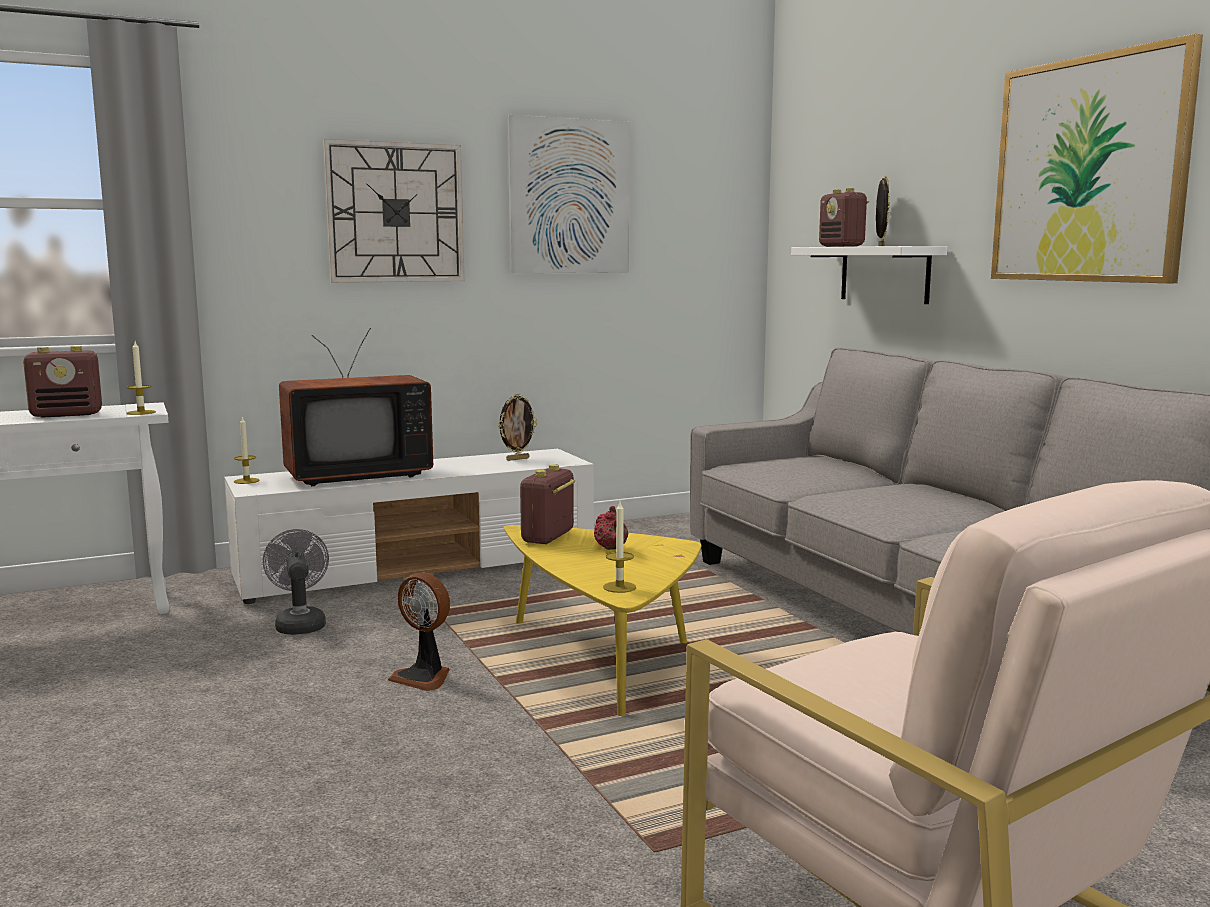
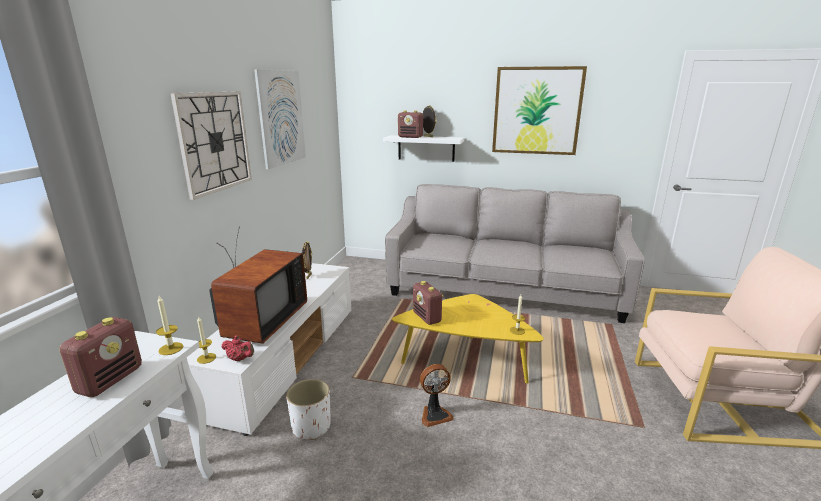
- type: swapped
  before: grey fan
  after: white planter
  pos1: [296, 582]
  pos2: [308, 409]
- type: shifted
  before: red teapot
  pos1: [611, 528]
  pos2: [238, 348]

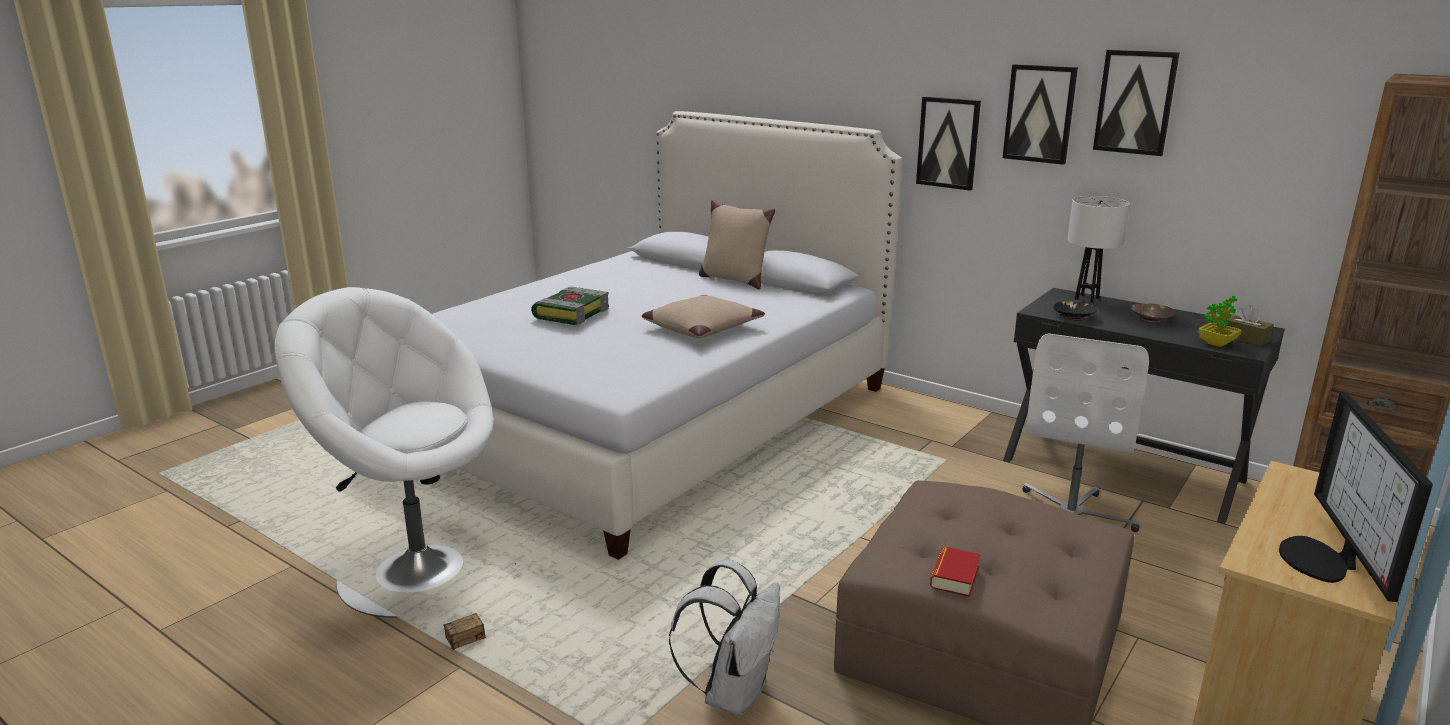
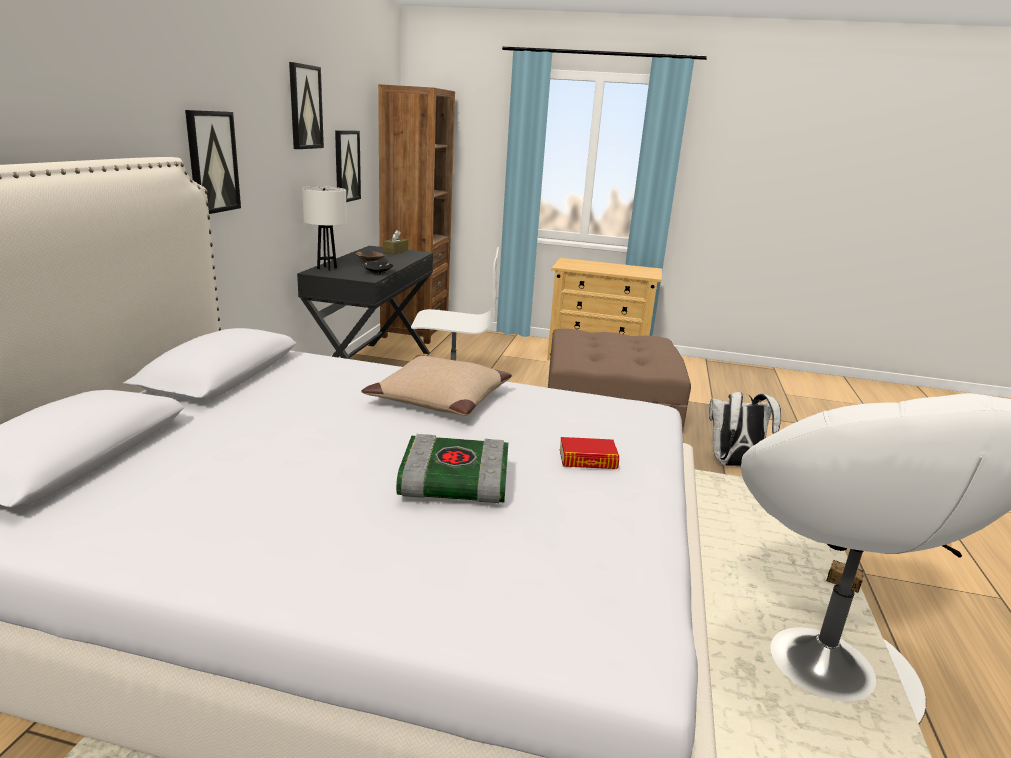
- type: gone
  before: beige pillow
  pos1: [737, 244]
- type: shifted
  before: book
  pos1: [955, 572]
  pos2: [589, 453]
- type: shifted
  before: picture
  pos1: [1040, 114]
  pos2: [348, 166]
- type: gone
  before: potted plant
  pos1: [1220, 321]
- type: gone
  before: monitor
  pos1: [1356, 497]

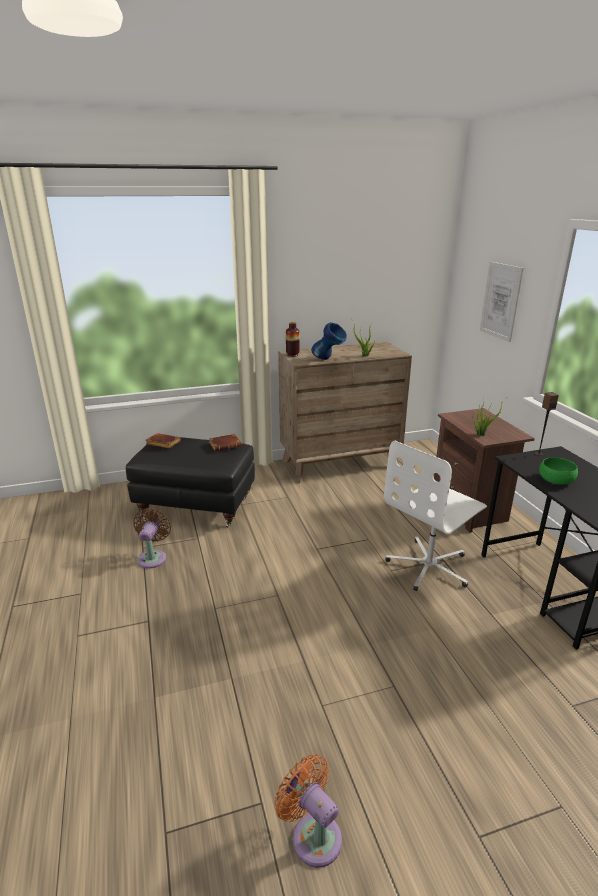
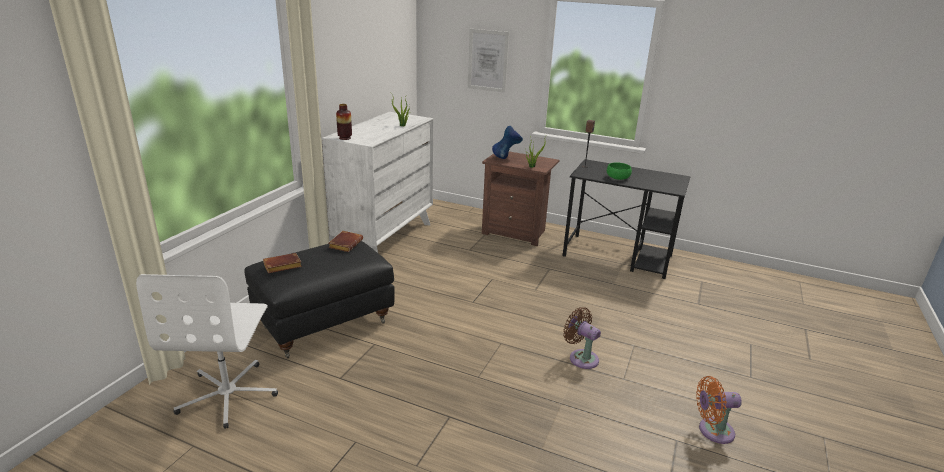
- type: shifted
  before: brown fan
  pos1: [152, 538]
  pos2: [582, 338]
- type: repainted
  before: brown dresser
  after: white dresser
  pos1: [345, 412]
  pos2: [378, 182]
- type: shifted
  before: blue vase
  pos1: [329, 341]
  pos2: [507, 142]
- type: shifted
  before: white office chair
  pos1: [435, 516]
  pos2: [207, 351]

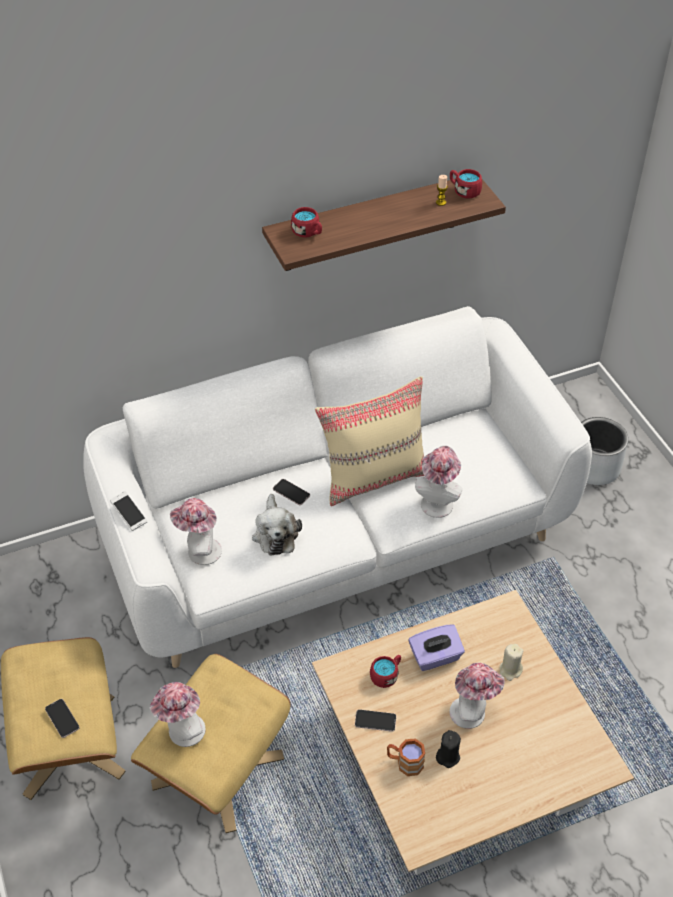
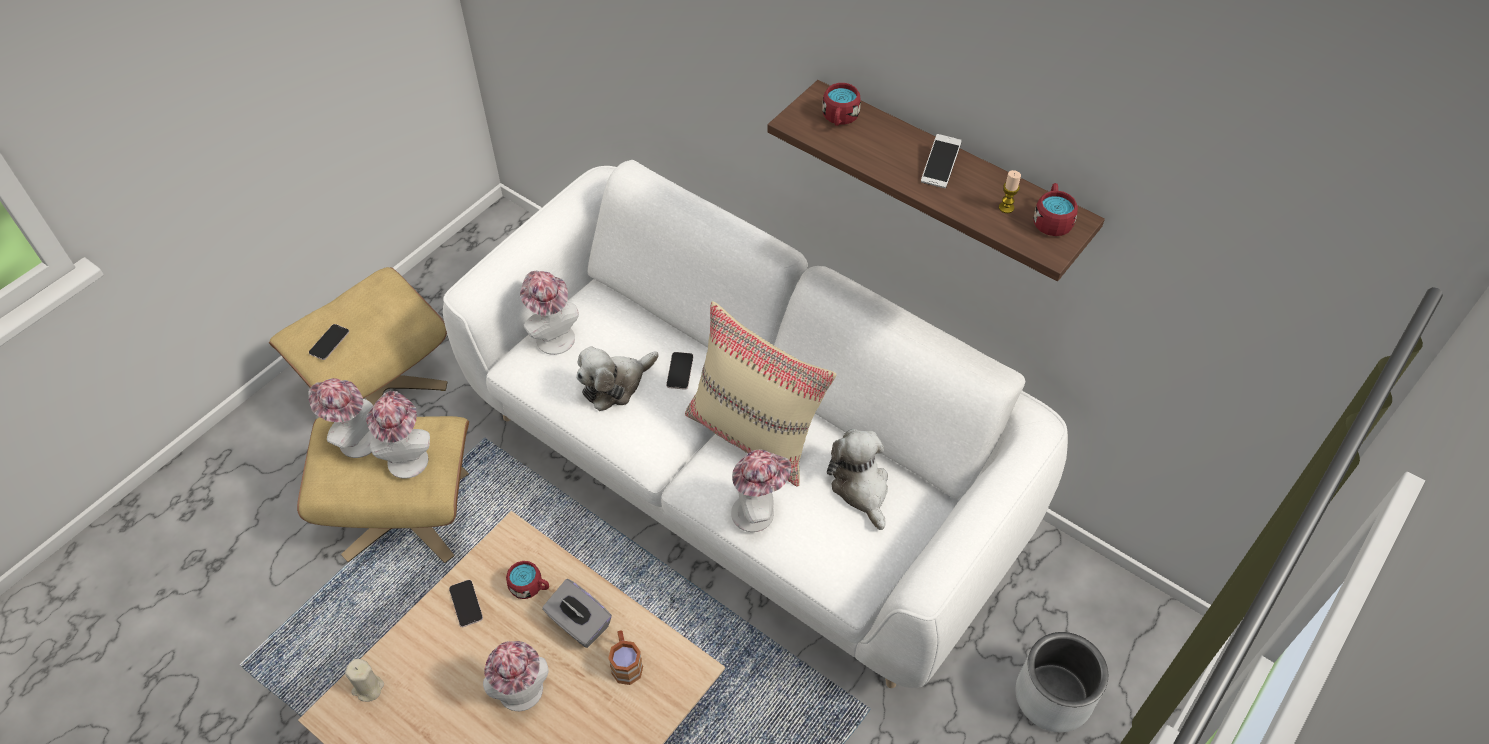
- type: shifted
  before: phone
  pos1: [129, 511]
  pos2: [941, 161]
- type: shifted
  before: brown mug
  pos1: [406, 757]
  pos2: [625, 657]
- type: repainted
  before: purple tissue box
  after: grey tissue box
  pos1: [437, 647]
  pos2: [577, 613]
- type: gone
  before: black candle
  pos1: [448, 749]
- type: shifted
  before: beige candle
  pos1: [511, 662]
  pos2: [364, 680]
- type: new
  after: hat
  pos2: [398, 435]
- type: new
  after: plush toy
  pos2: [857, 479]

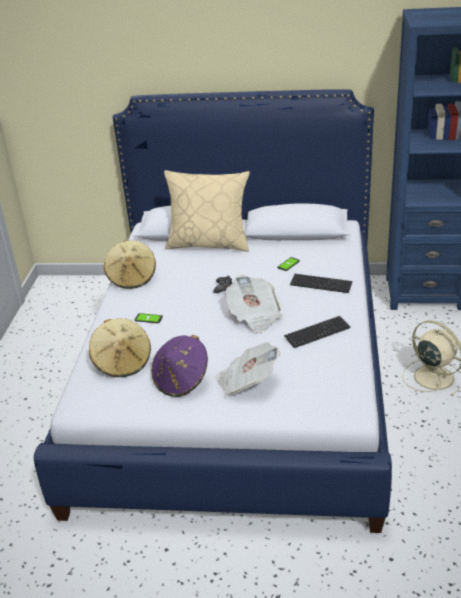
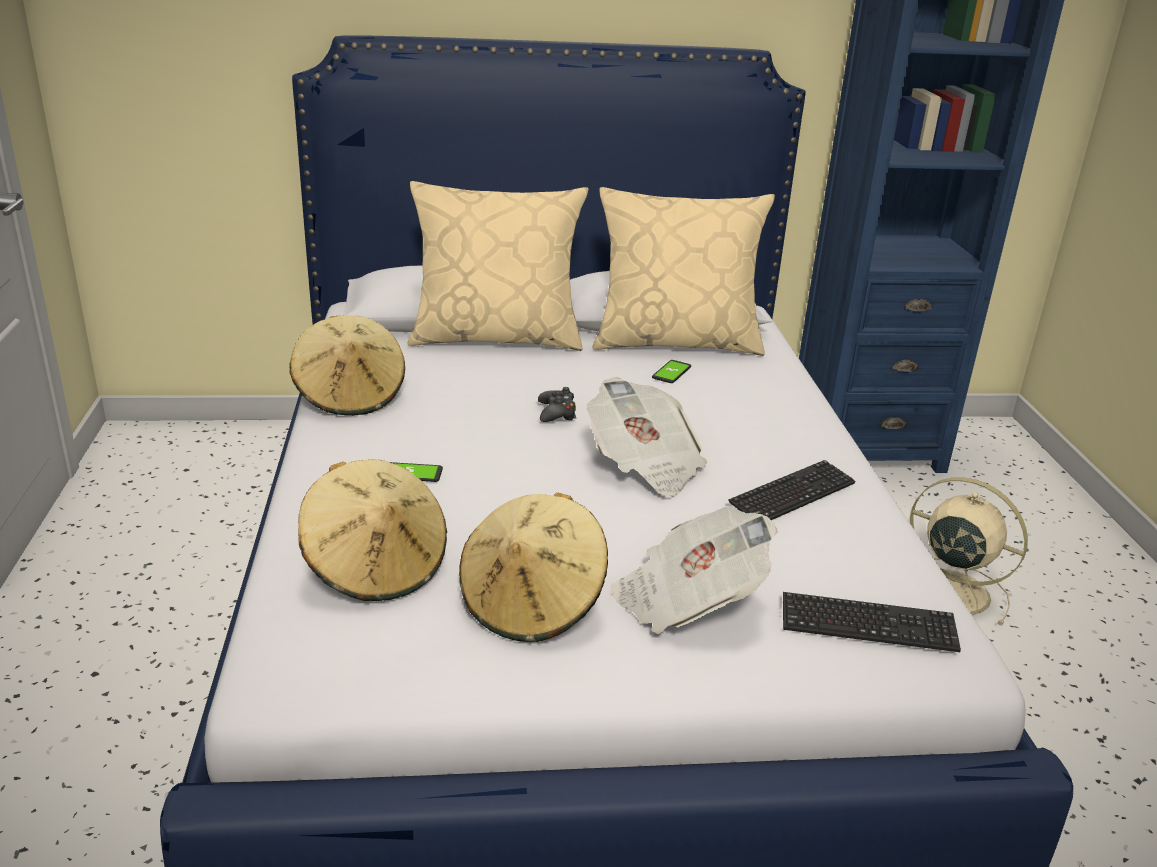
- type: repainted
  before: purple hat
  after: beige hat
  pos1: [180, 366]
  pos2: [533, 567]
- type: shifted
  before: keyboard
  pos1: [321, 283]
  pos2: [872, 622]
- type: new
  after: beige pillow
  pos2: [684, 271]

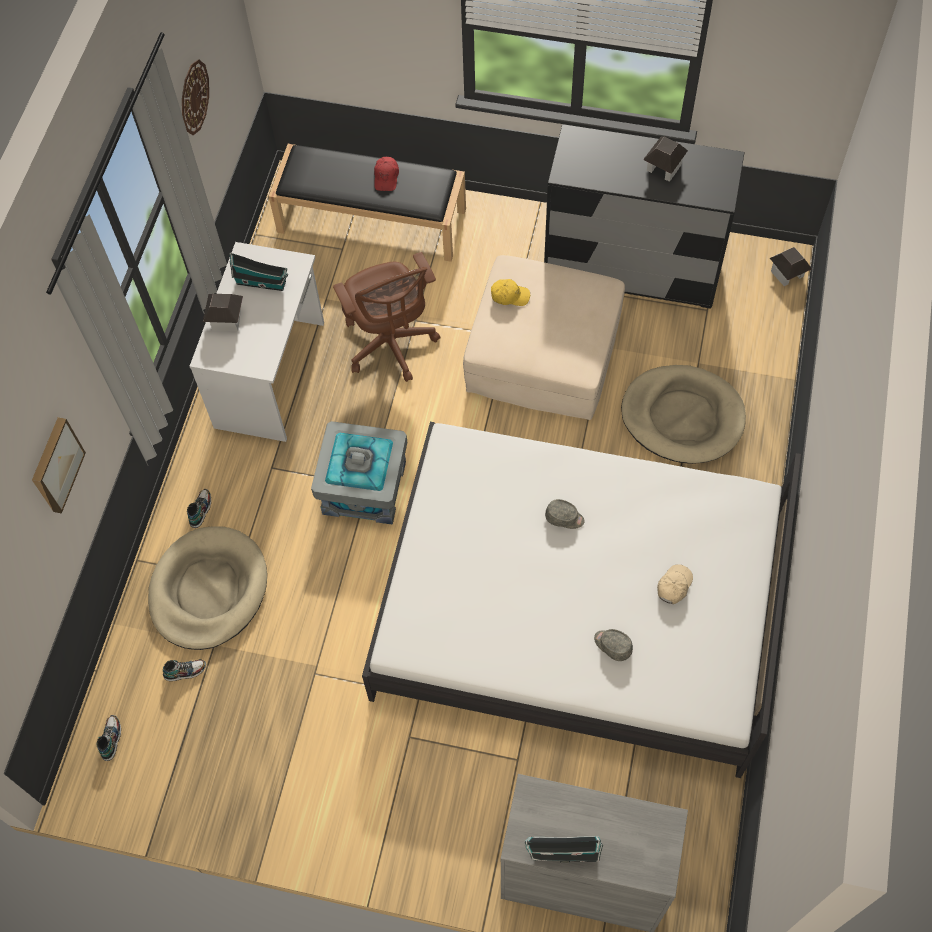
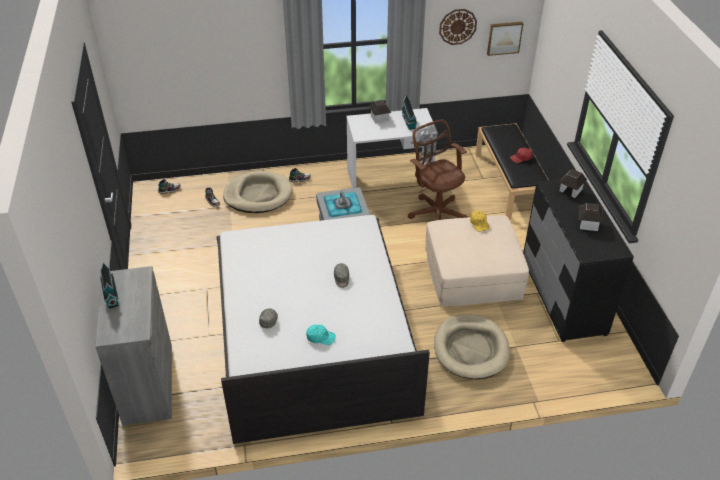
- type: shifted
  before: picture
  pos1: [59, 465]
  pos2: [505, 39]
- type: rotated
  before: brown office chair
  pos1: [387, 317]
  pos2: [438, 170]
  turn: 105
- type: repainted
  before: beige cap
  after: turquoise cap
  pos1: [675, 584]
  pos2: [321, 335]
- type: shifted
  before: toy house
  pos1: [791, 266]
  pos2: [573, 183]

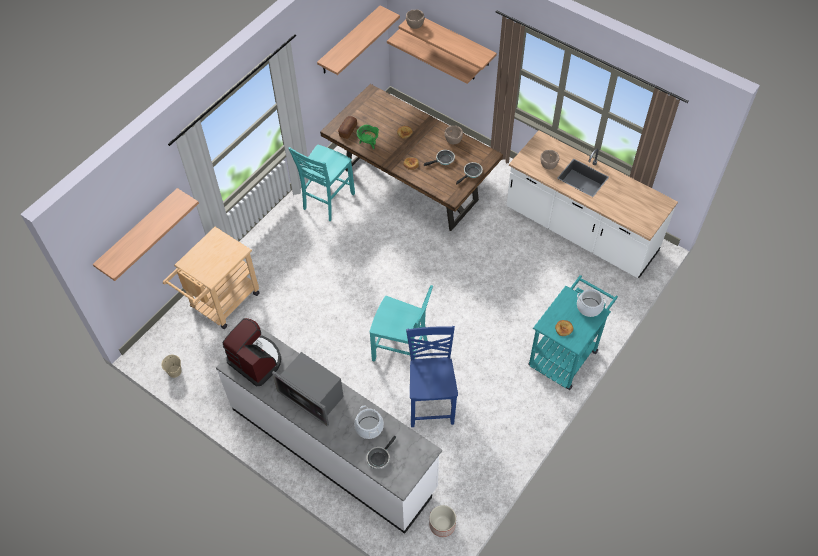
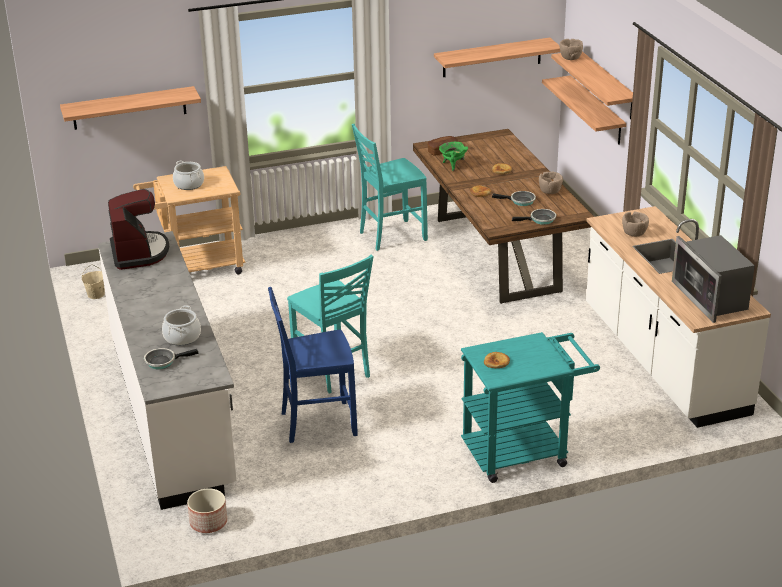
- type: shifted
  before: microwave
  pos1: [308, 389]
  pos2: [713, 279]
- type: rotated
  before: blue chair
  pos1: [432, 376]
  pos2: [313, 365]
  turn: -135
- type: shifted
  before: cooking pot
  pos1: [592, 303]
  pos2: [188, 175]

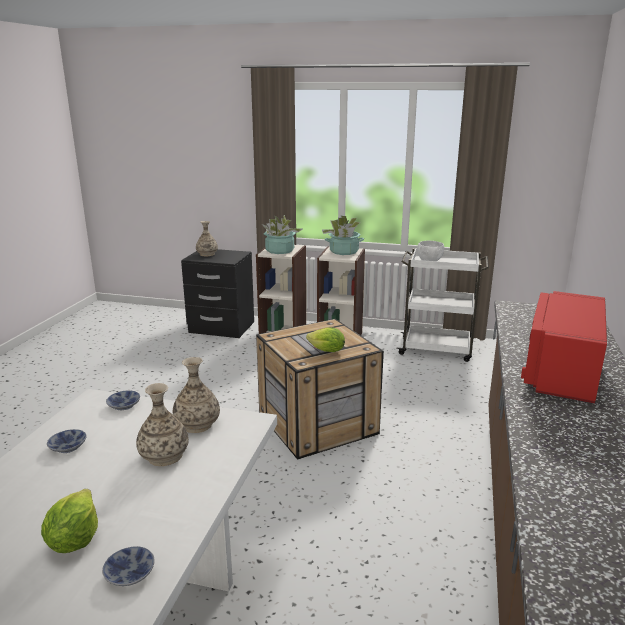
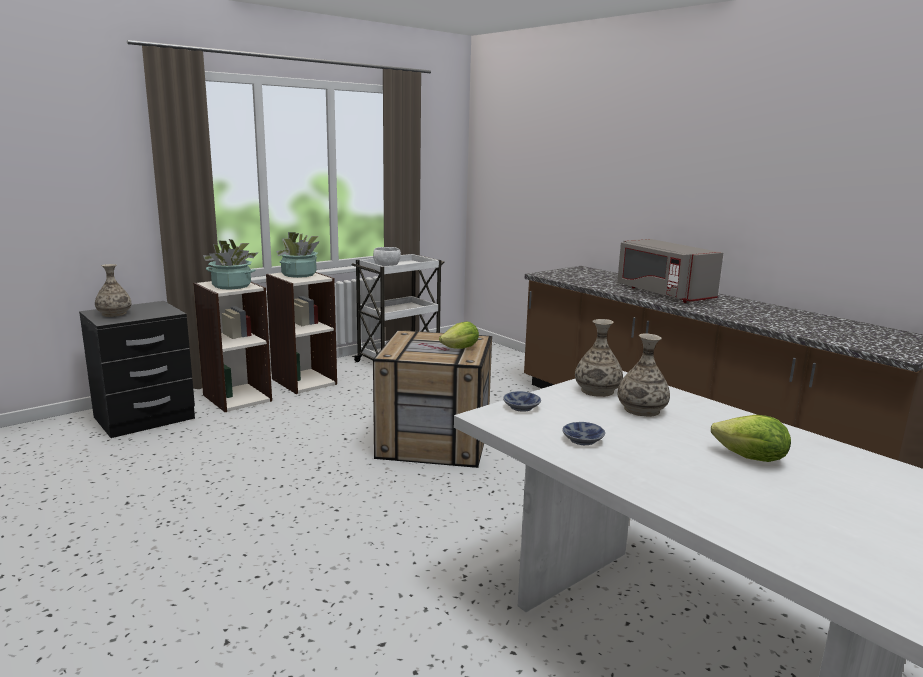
- type: gone
  before: bowl
  pos1: [128, 566]
- type: repainted
  before: red microwave
  after: grey microwave
  pos1: [564, 347]
  pos2: [670, 271]

